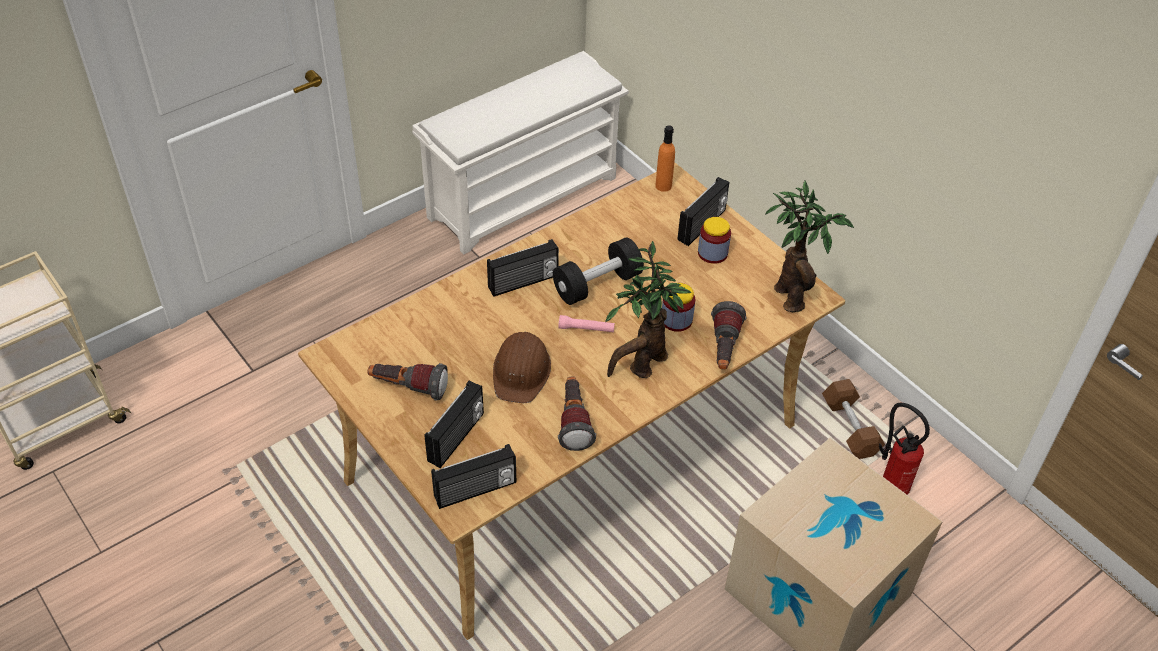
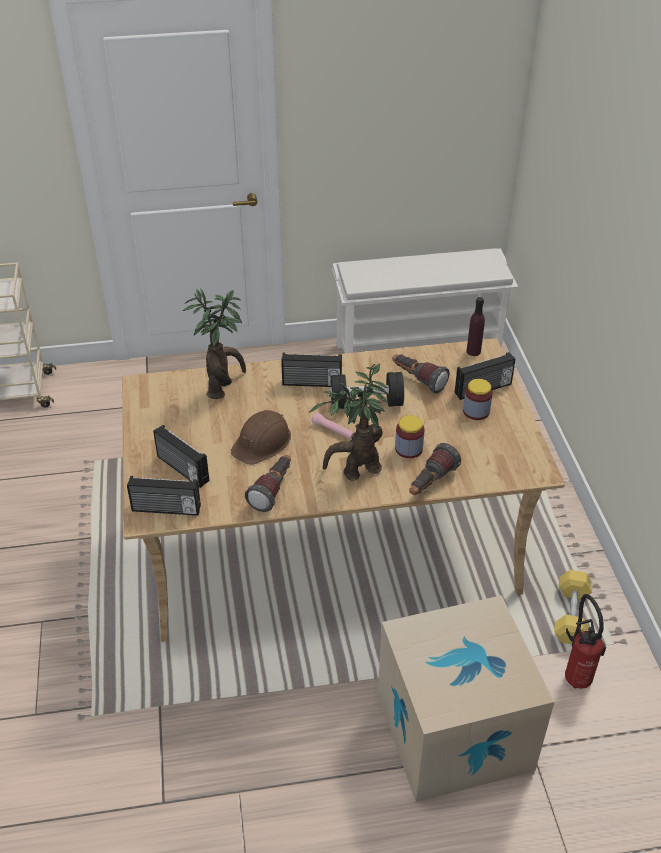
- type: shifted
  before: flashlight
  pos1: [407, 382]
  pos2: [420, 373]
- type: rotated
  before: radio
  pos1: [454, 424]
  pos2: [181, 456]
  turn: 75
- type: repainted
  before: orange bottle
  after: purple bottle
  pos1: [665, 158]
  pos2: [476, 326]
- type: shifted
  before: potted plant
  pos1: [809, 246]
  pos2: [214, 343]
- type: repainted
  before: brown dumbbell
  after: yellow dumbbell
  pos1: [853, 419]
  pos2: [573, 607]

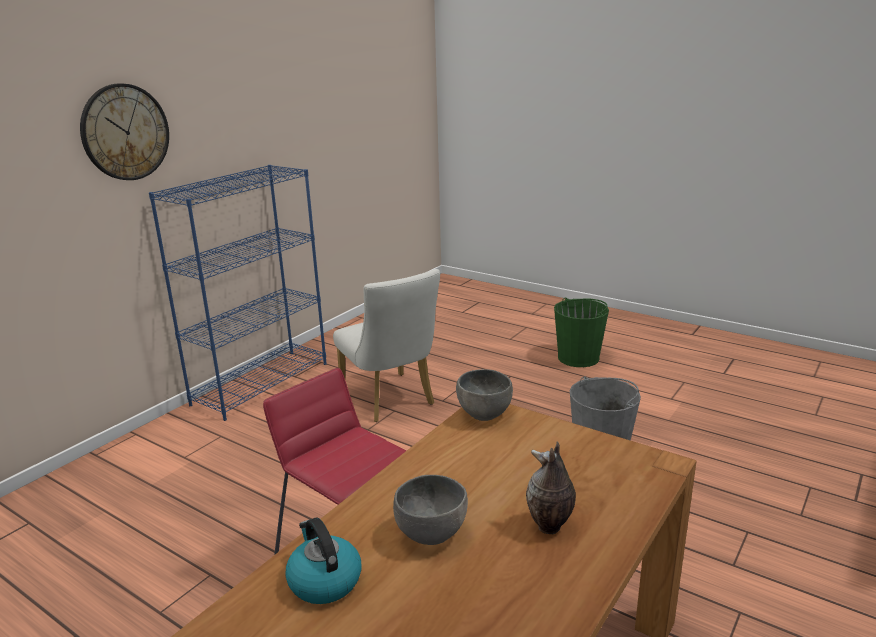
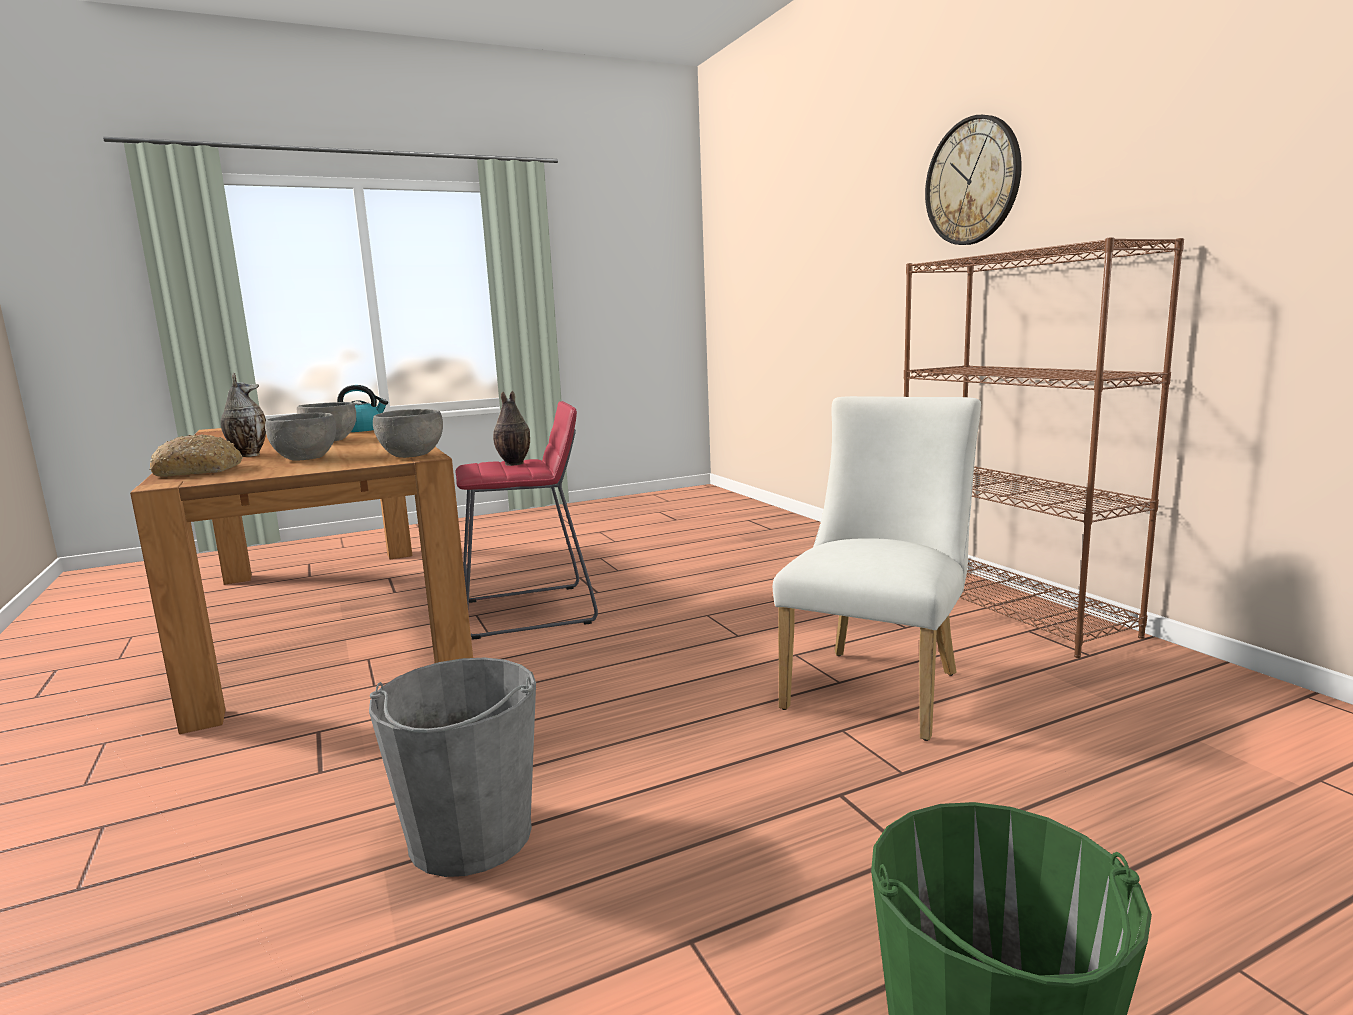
- type: repainted
  before: blue bookcase
  after: brown bookcase
  pos1: [238, 293]
  pos2: [1044, 447]
- type: rotated
  before: white chair
  pos1: [386, 345]
  pos2: [877, 568]
  turn: 120
- type: new
  after: bread
  pos2: [196, 455]
- type: new
  after: grey bowl
  pos2: [300, 437]
- type: new
  after: vase
  pos2: [511, 428]

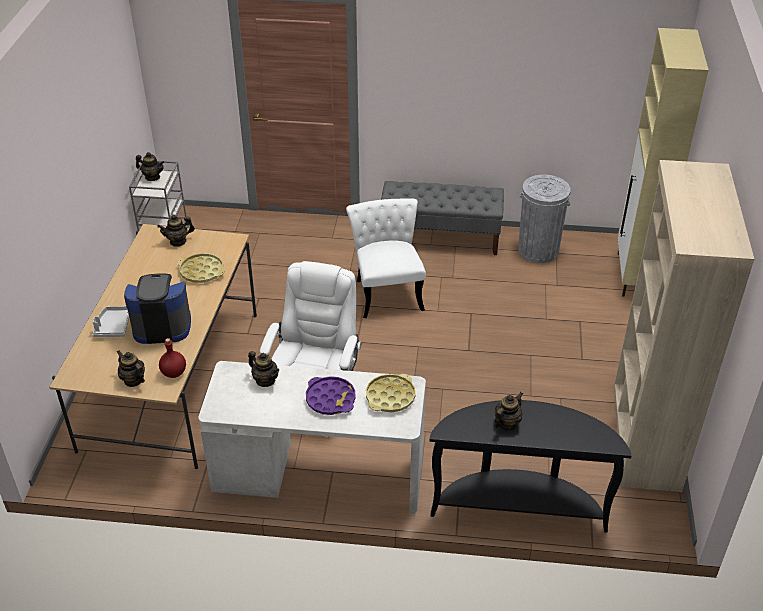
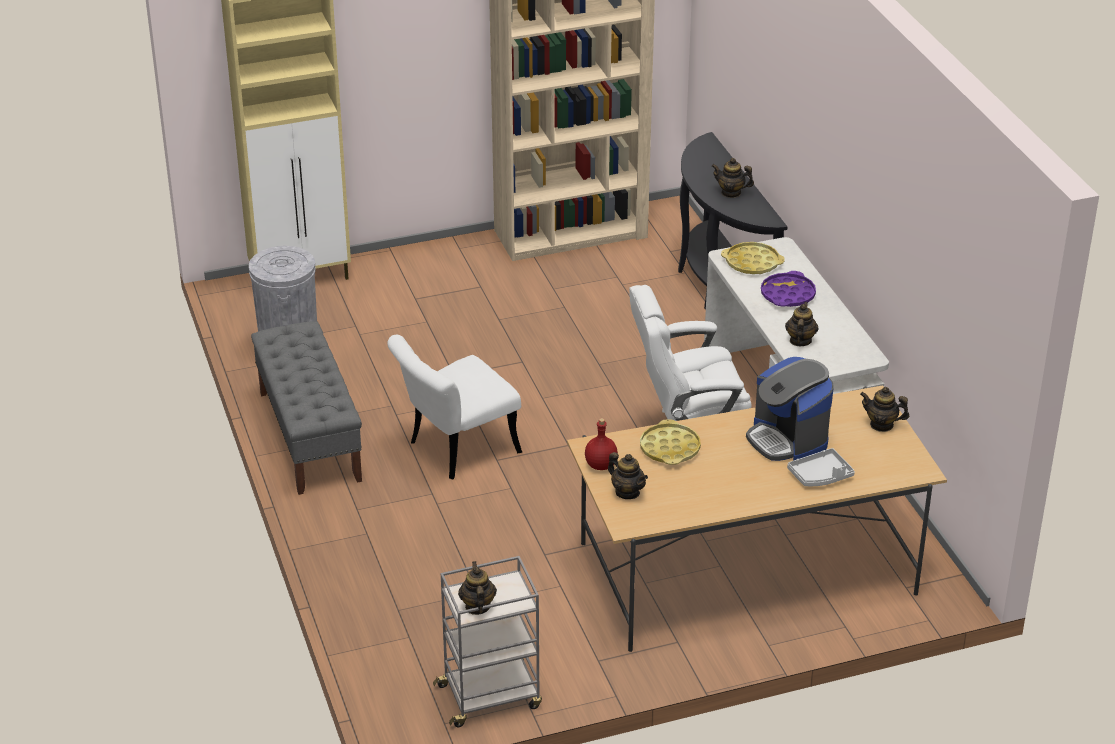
- type: rotated
  before: teapot
  pos1: [131, 368]
  pos2: [884, 409]
  turn: 90
- type: shifted
  before: red bottle
  pos1: [172, 358]
  pos2: [601, 444]

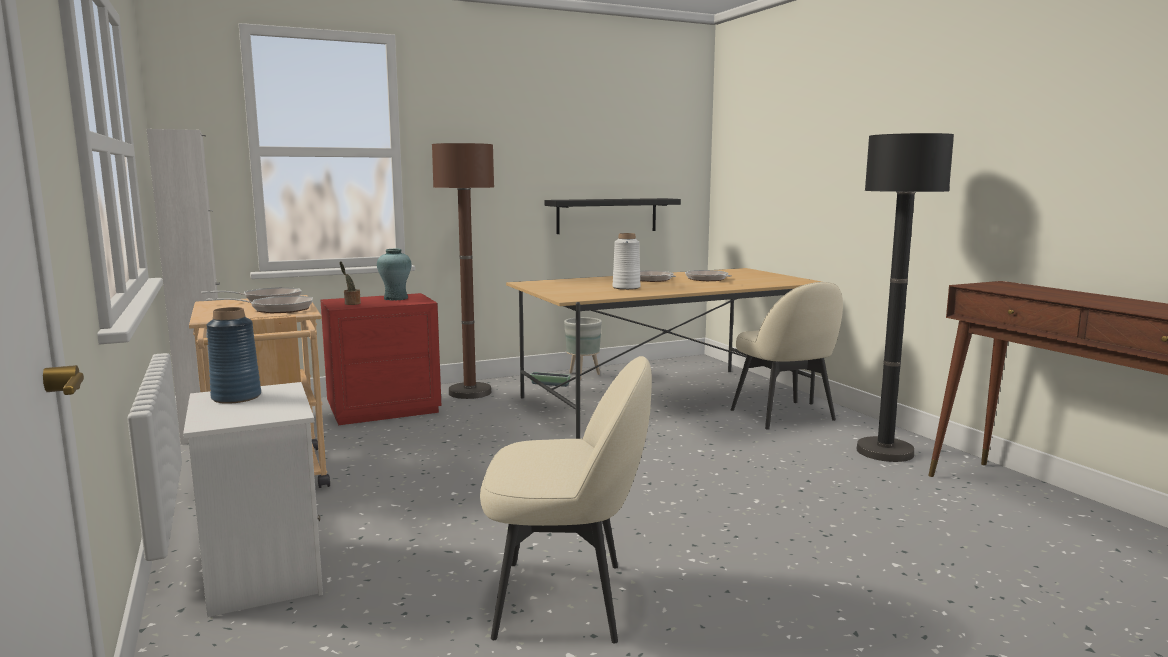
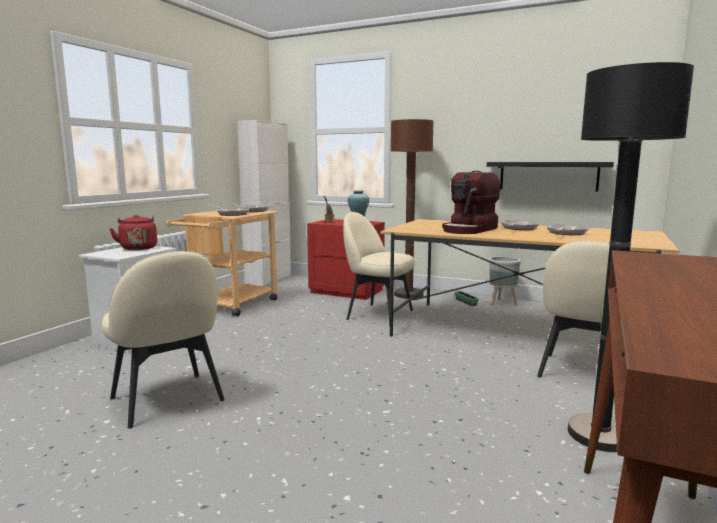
- type: swapped
  before: blue vase
  after: red kettle
  pos1: [233, 355]
  pos2: [133, 232]
- type: swapped
  before: white vase
  after: coffee machine
  pos1: [626, 261]
  pos2: [471, 202]
- type: new
  after: beige chair
  pos2: [379, 269]

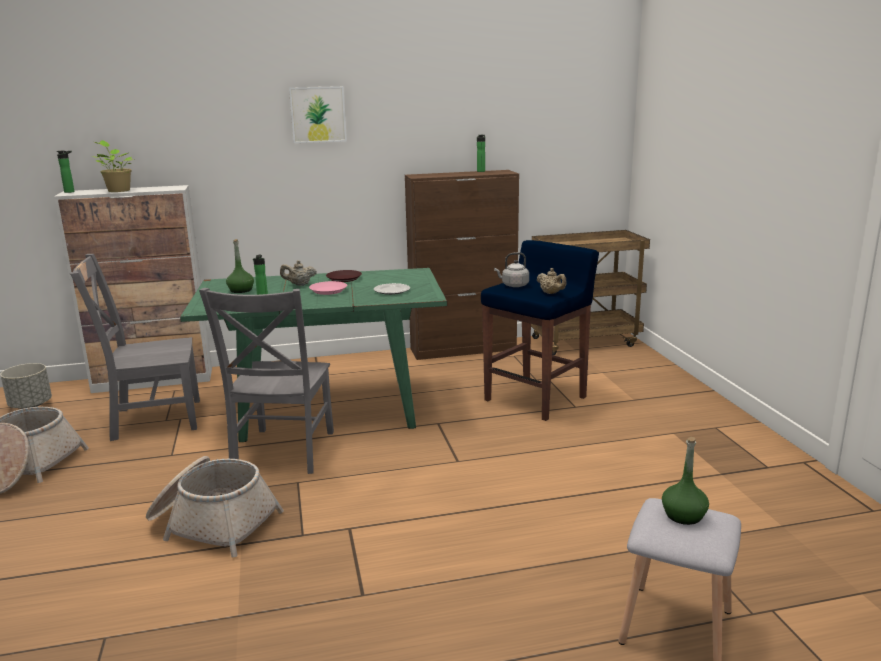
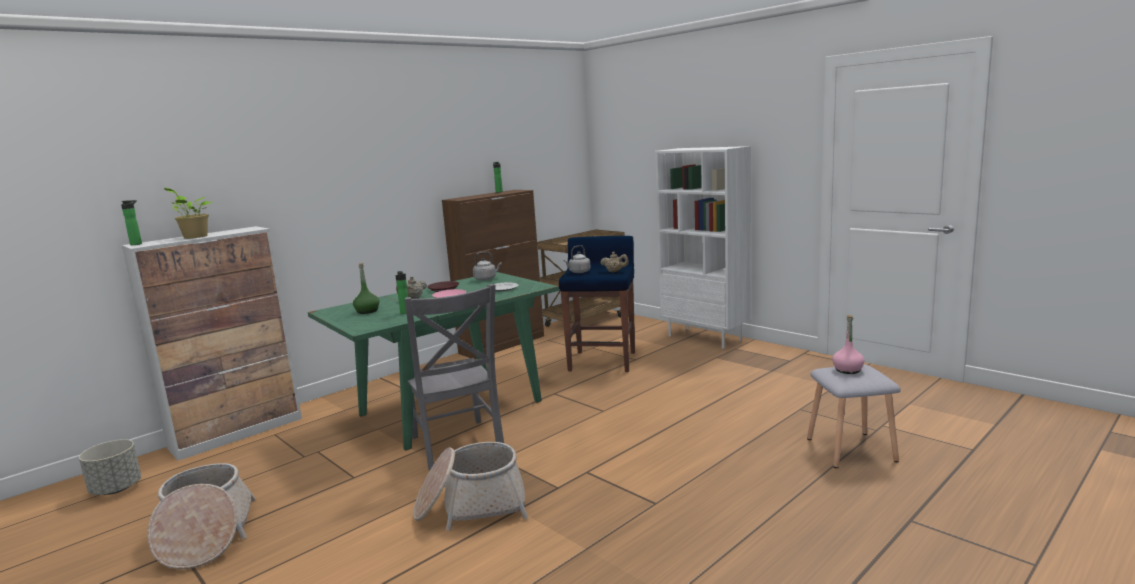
- type: gone
  before: grey chair
  pos1: [135, 347]
- type: gone
  before: picture
  pos1: [318, 114]
- type: repainted
  before: green bottle
  after: pink bottle
  pos1: [685, 481]
  pos2: [848, 344]
- type: new
  after: grey kettle
  pos2: [487, 266]
- type: new
  after: white bookcase
  pos2: [703, 247]

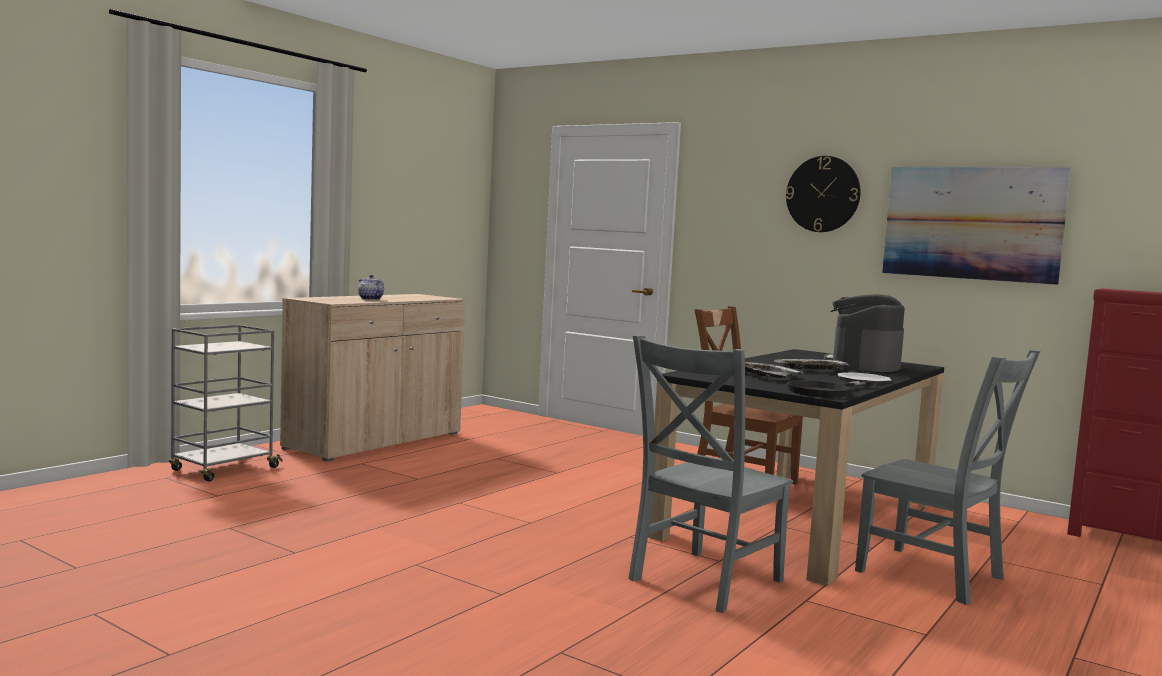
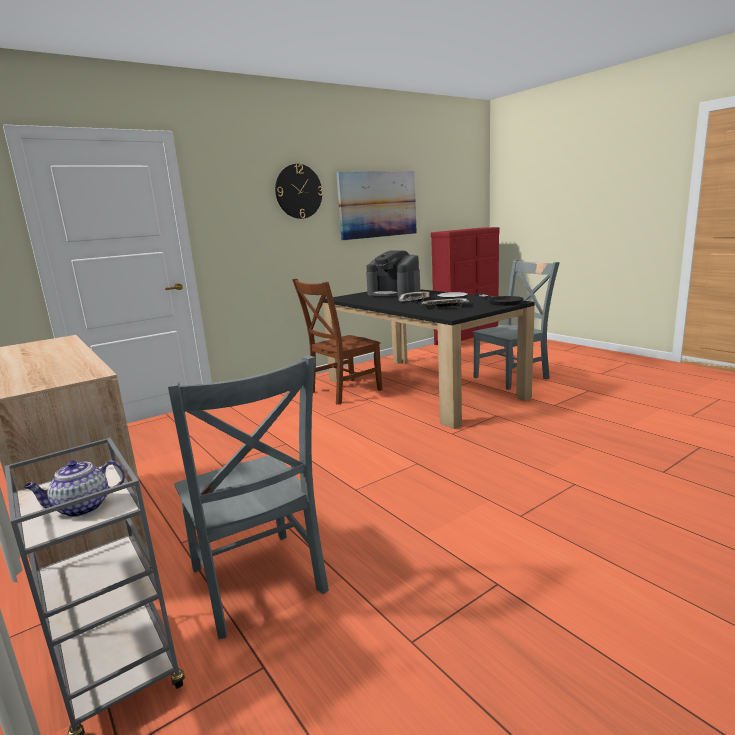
- type: shifted
  before: teapot
  pos1: [371, 287]
  pos2: [74, 488]
- type: shifted
  before: grey chair
  pos1: [710, 474]
  pos2: [248, 497]

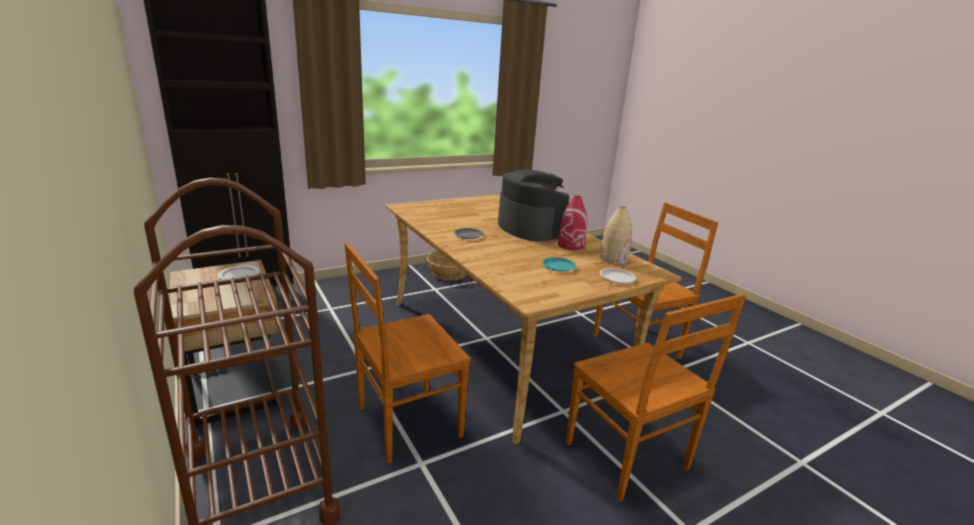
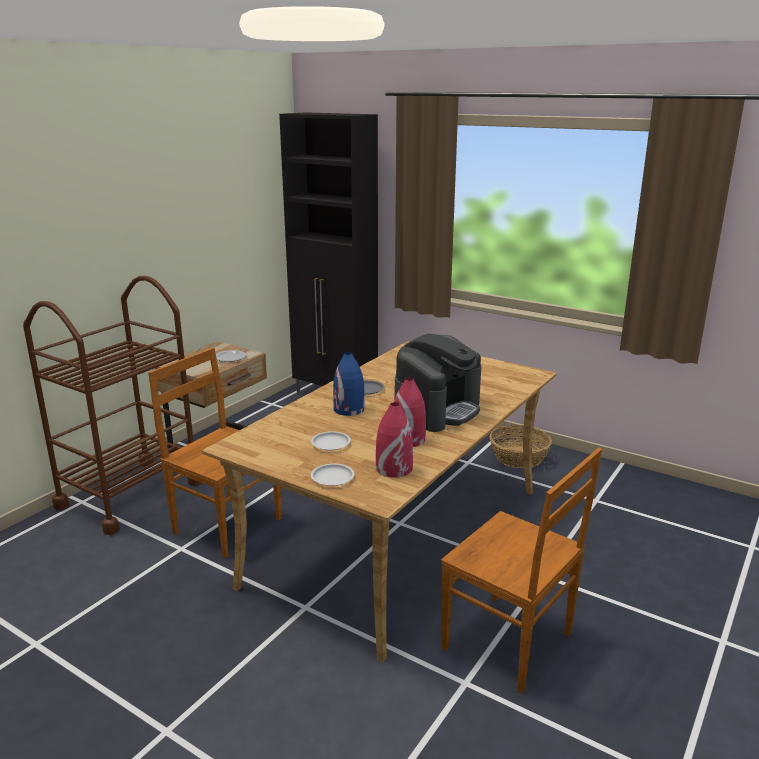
- type: repainted
  before: turquoise plate
  after: white plate
  pos1: [559, 264]
  pos2: [331, 440]
- type: gone
  before: brown chair
  pos1: [656, 397]
- type: repainted
  before: beige vase
  after: red vase
  pos1: [616, 235]
  pos2: [394, 440]
- type: new
  after: blue vase
  pos2: [349, 384]

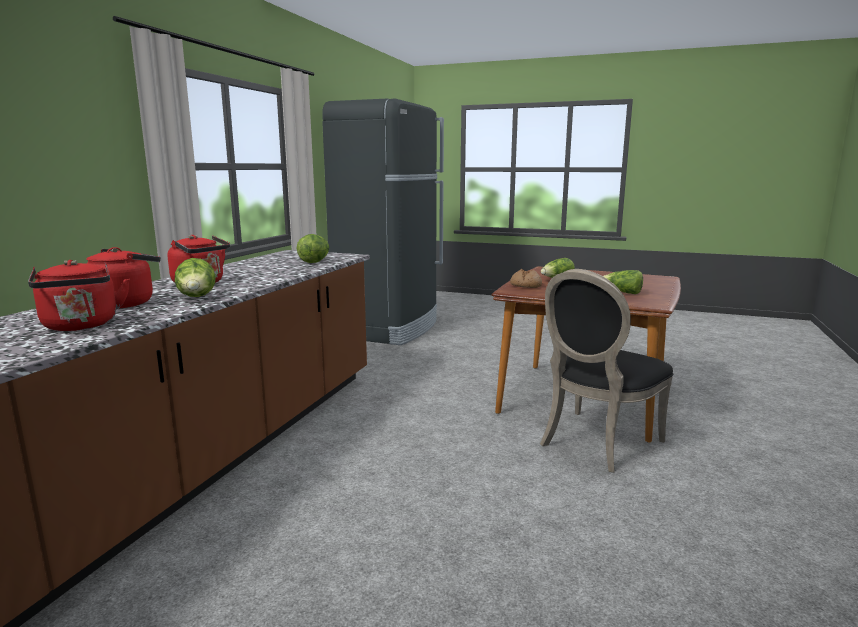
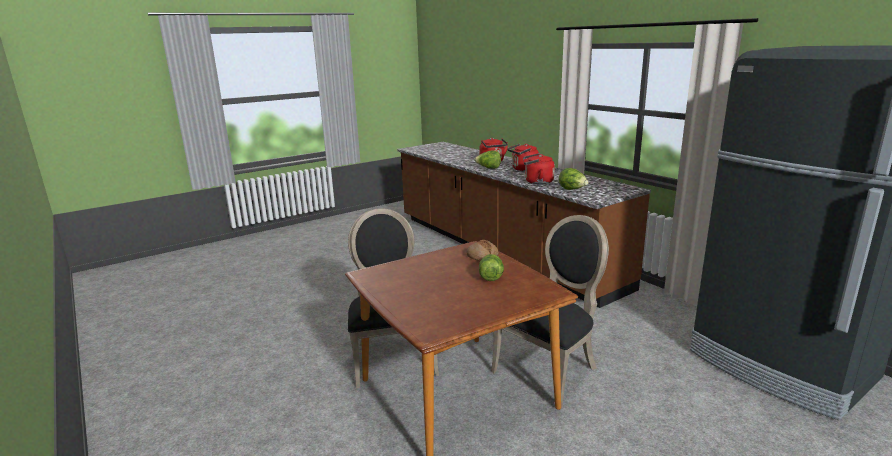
- type: shifted
  before: red kettle
  pos1: [79, 295]
  pos2: [539, 168]
- type: gone
  before: lettuce
  pos1: [623, 282]
- type: new
  after: black chair
  pos2: [550, 311]

